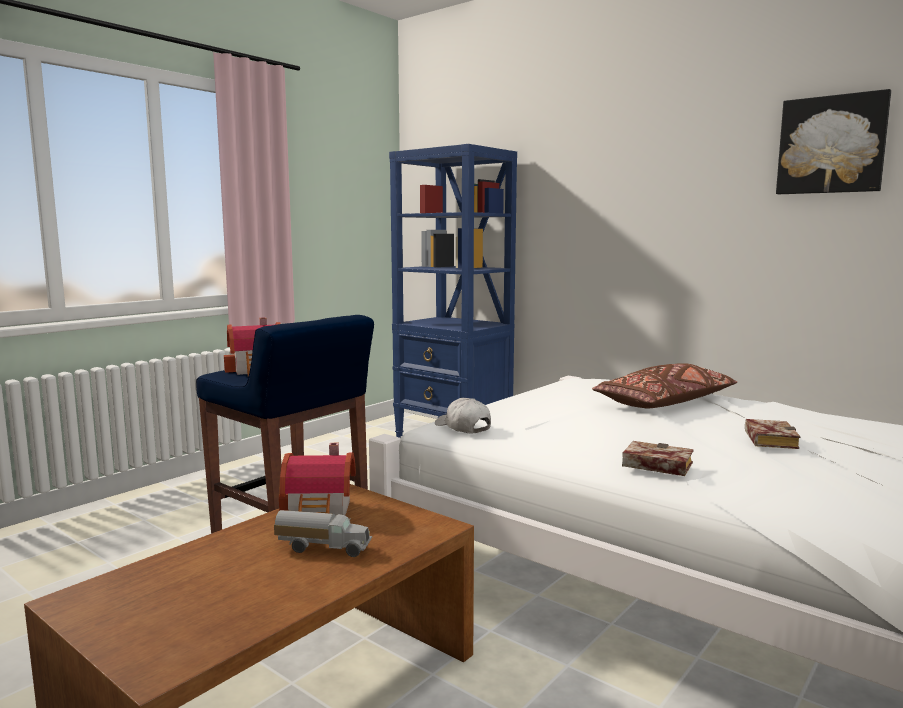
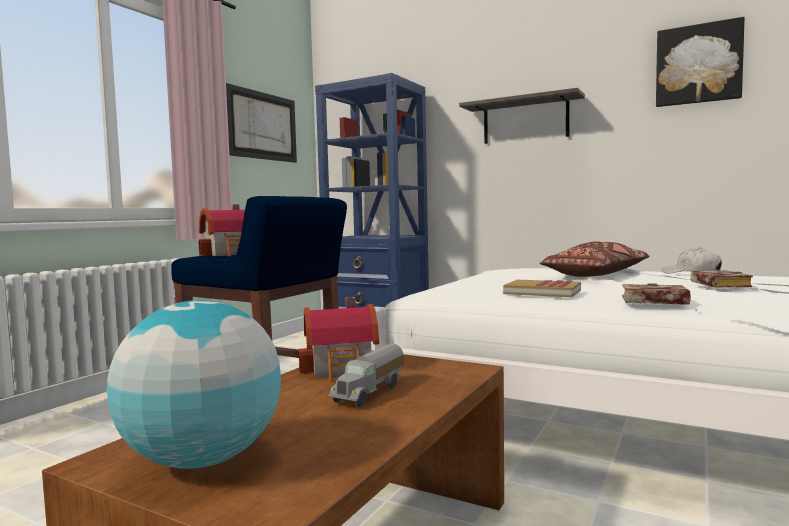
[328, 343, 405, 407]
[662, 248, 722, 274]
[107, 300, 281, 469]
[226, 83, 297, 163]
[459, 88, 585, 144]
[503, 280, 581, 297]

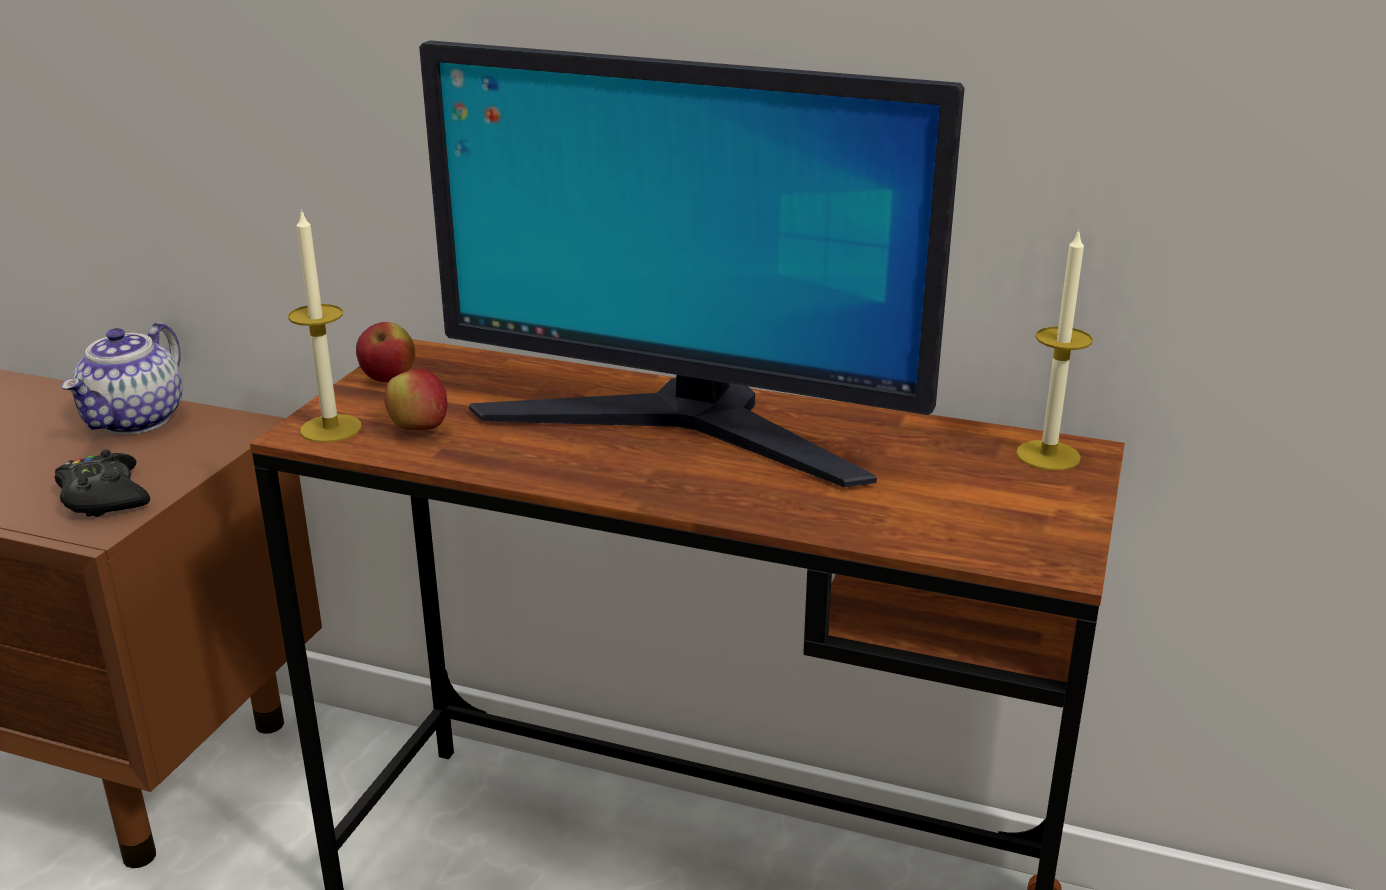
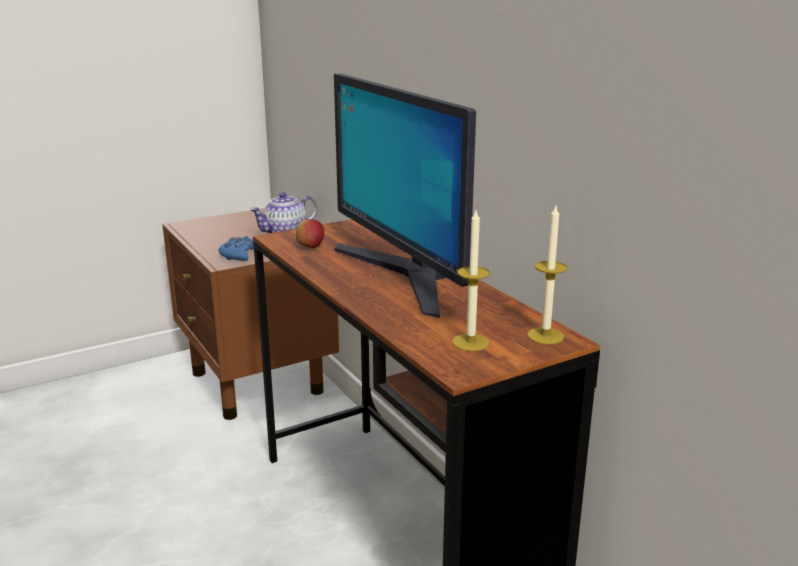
[219, 236, 254, 261]
[452, 211, 490, 351]
[356, 322, 415, 382] (first image)

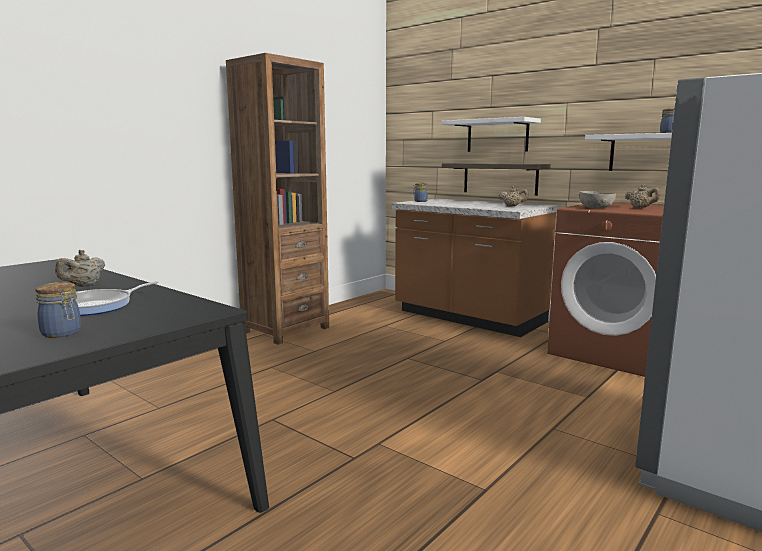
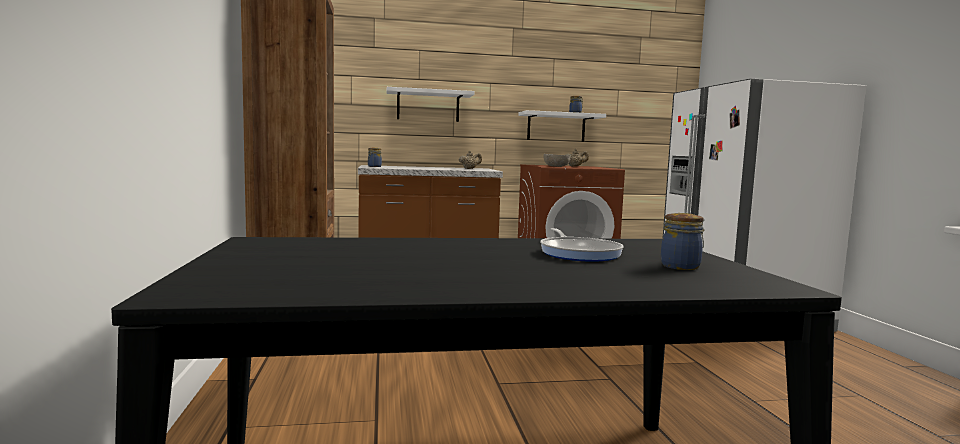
[55, 250, 105, 287] (first image)
[442, 163, 551, 196] (first image)

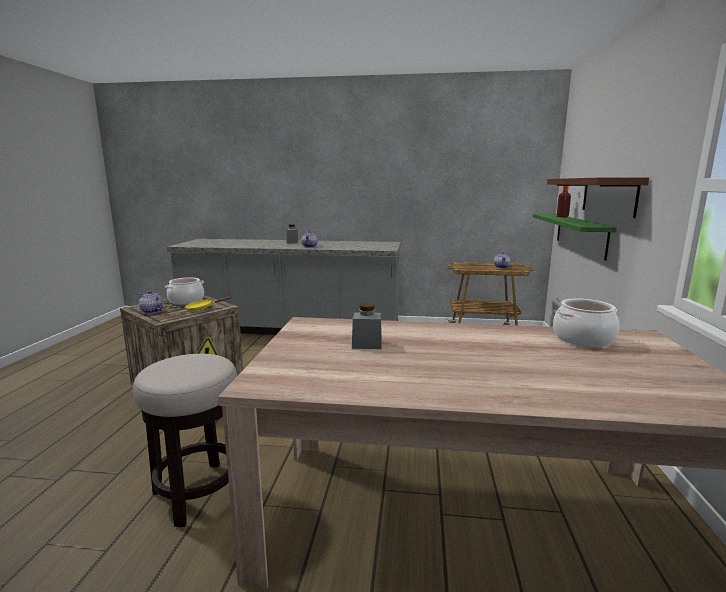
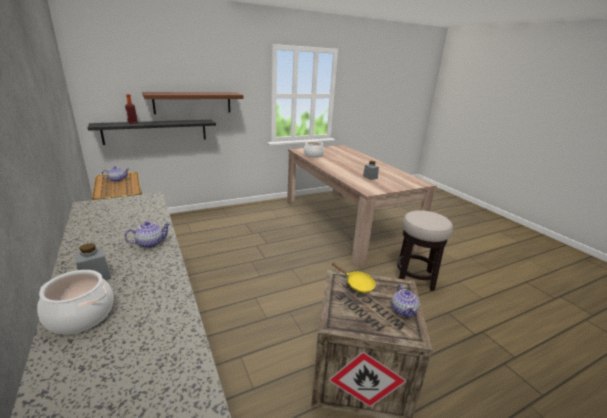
[37, 270, 113, 334]
[88, 120, 216, 145]

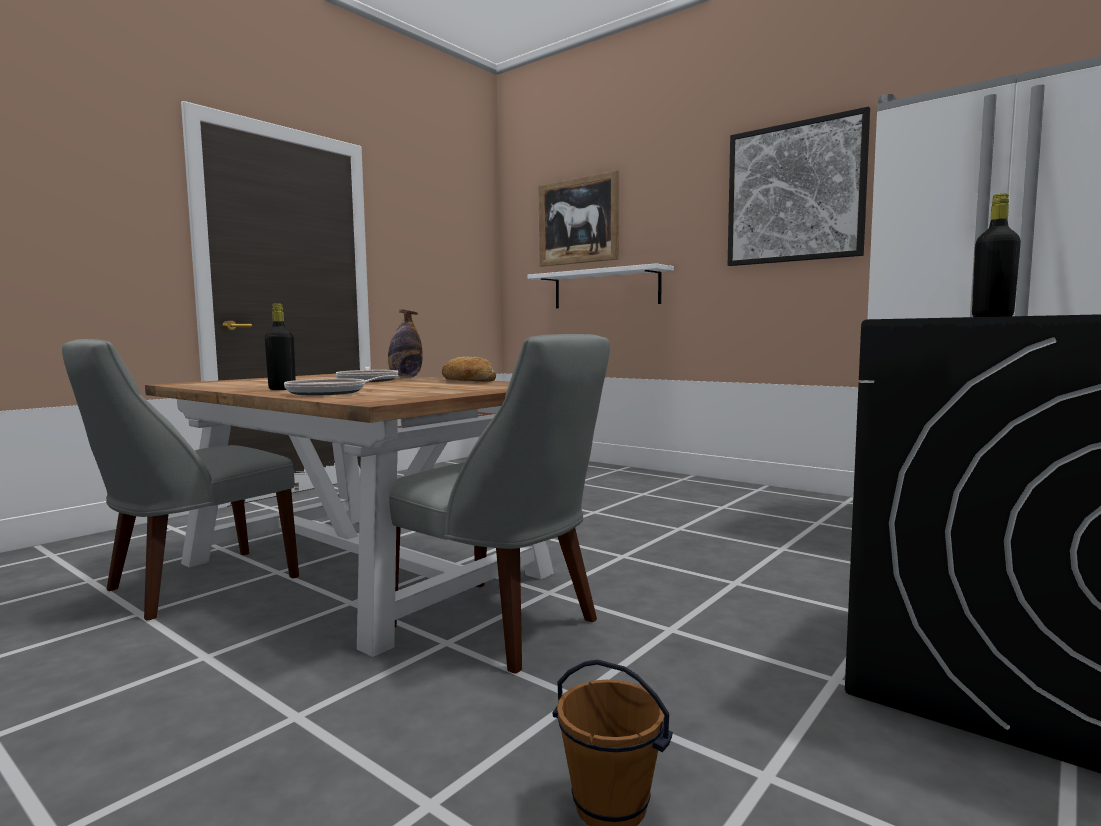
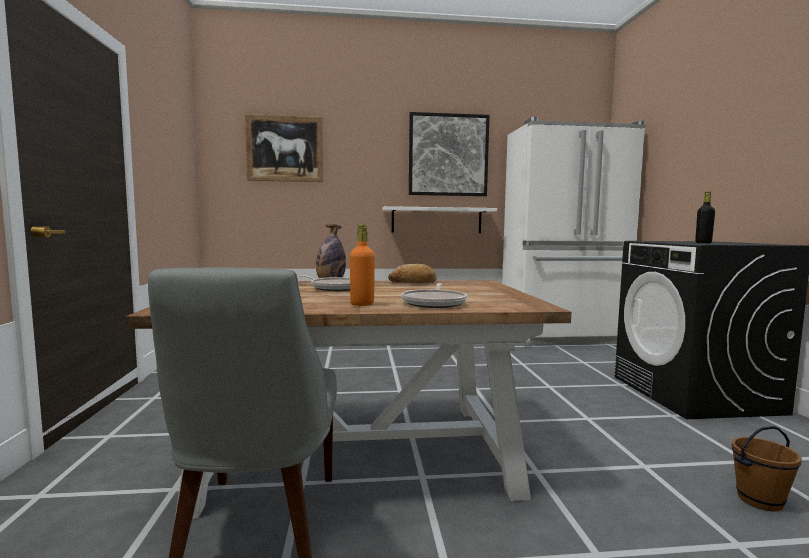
[350, 224, 375, 306]
[389, 334, 610, 674] (first image)
[382, 206, 497, 233]

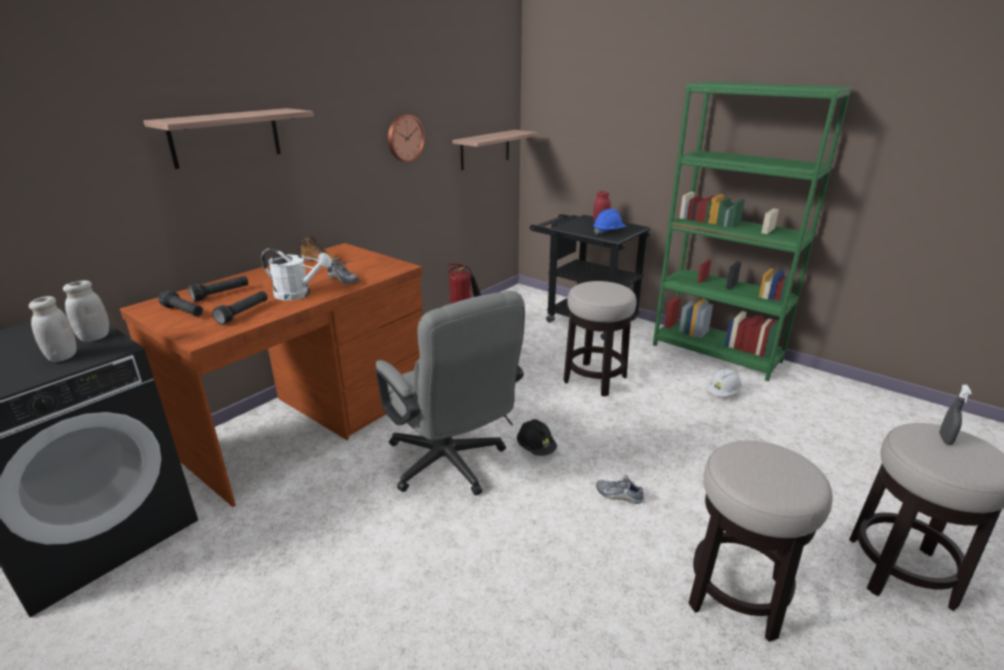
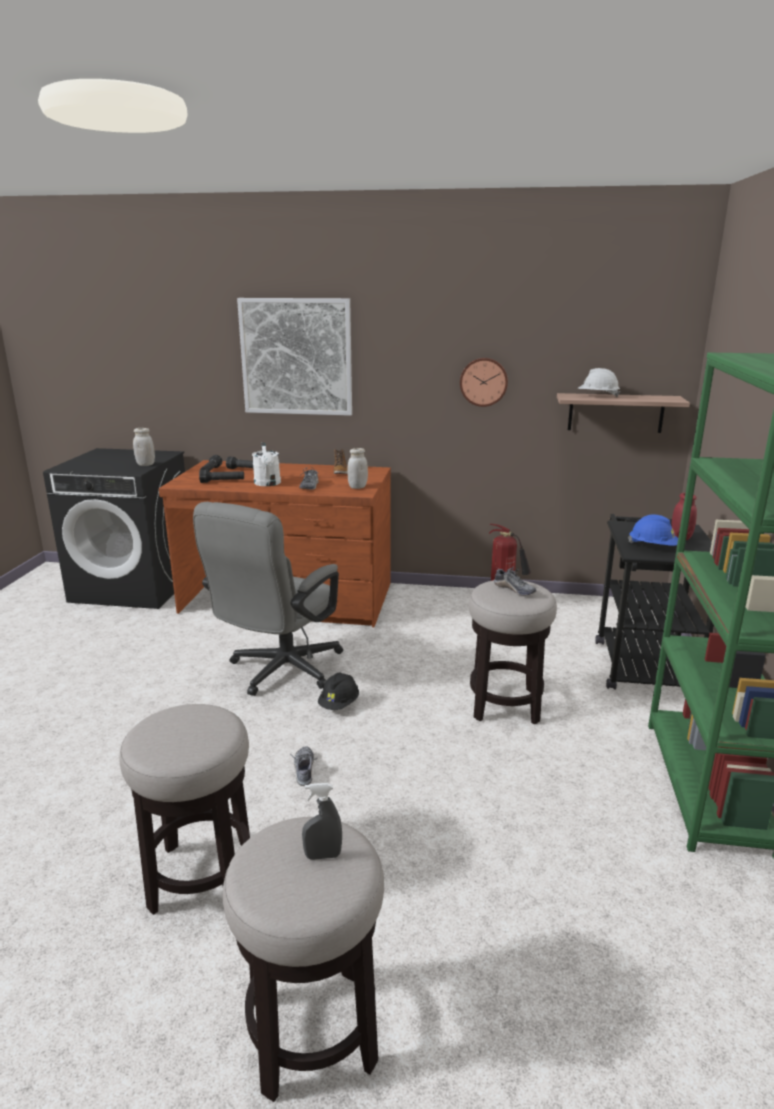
[347, 448, 368, 489]
[237, 298, 352, 416]
[578, 368, 620, 397]
[494, 566, 536, 596]

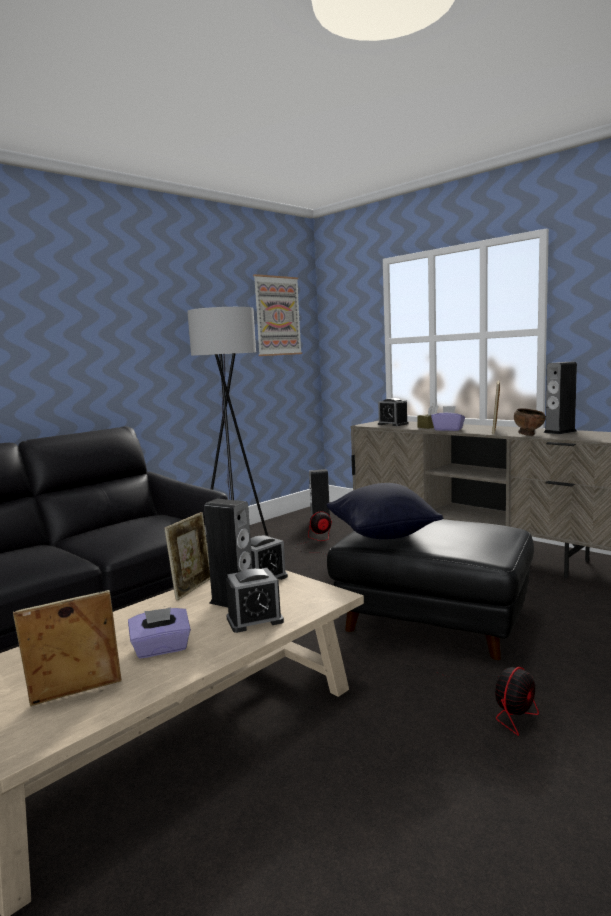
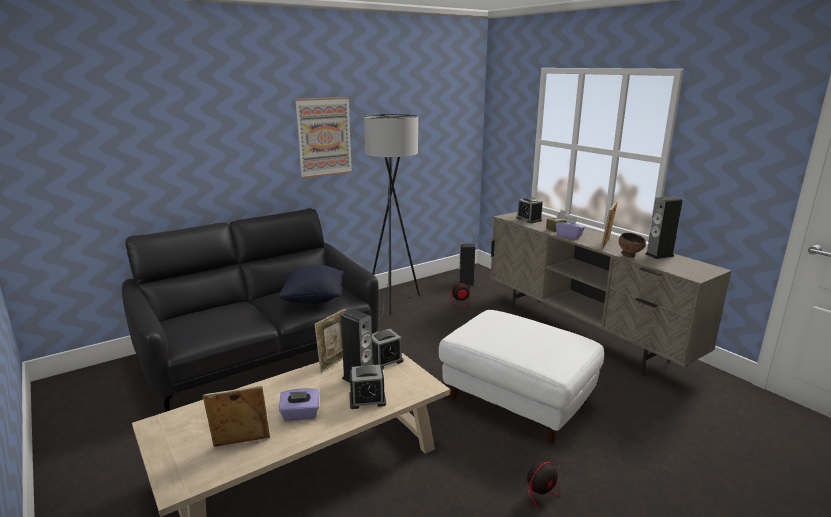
[295, 97, 352, 178]
[278, 265, 343, 304]
[439, 310, 604, 443]

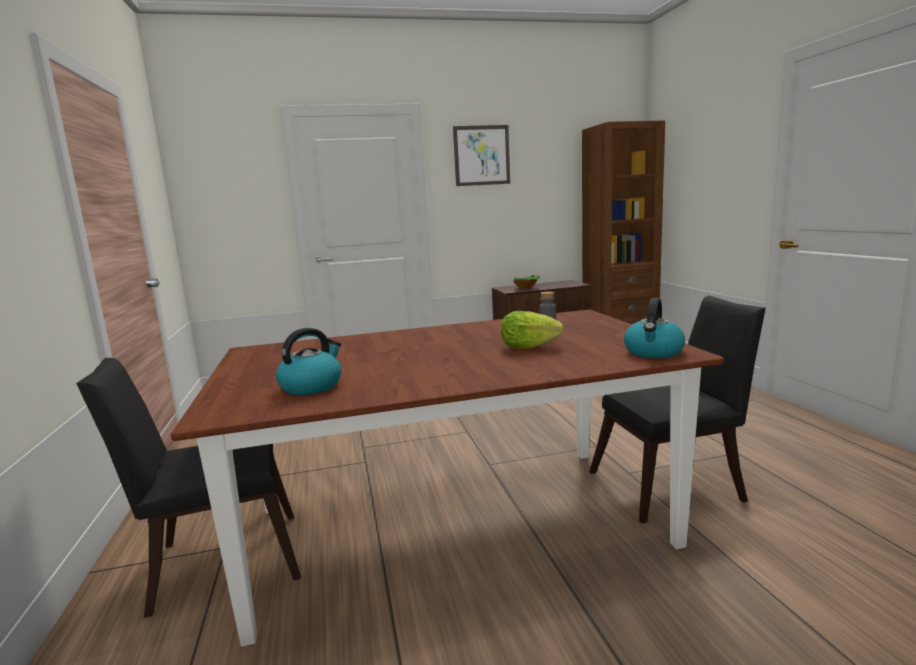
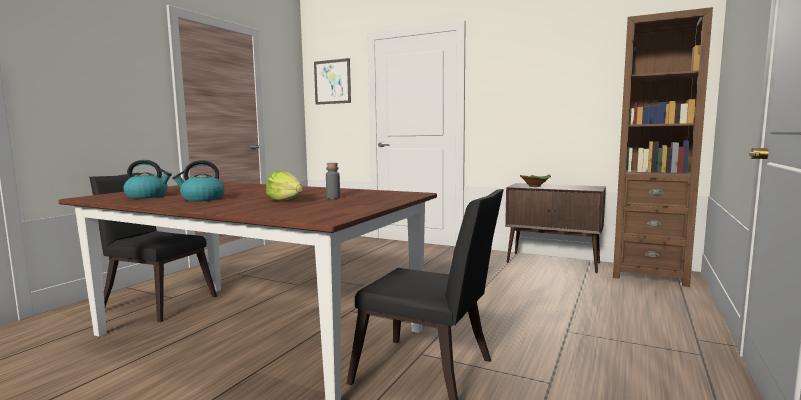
[314, 58, 351, 105]
[172, 160, 225, 201]

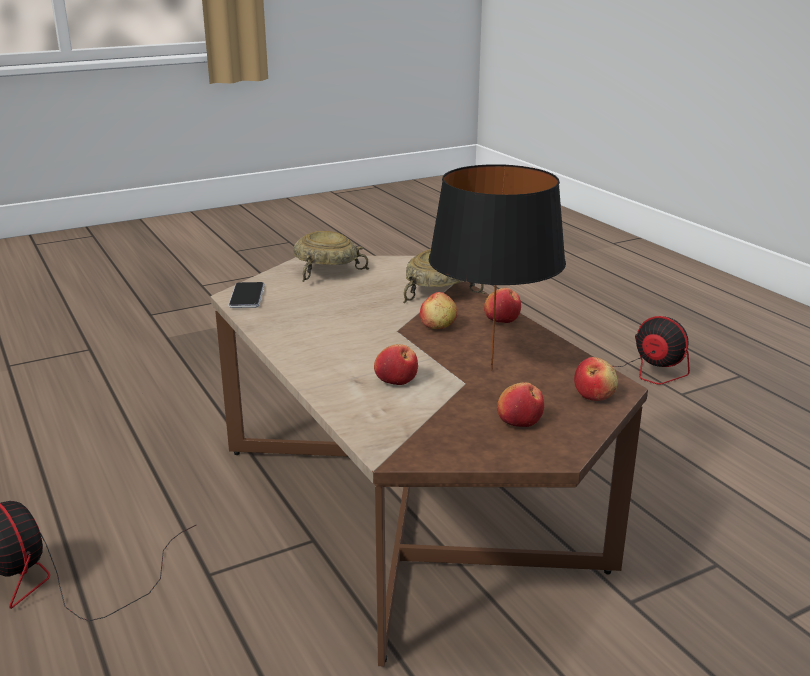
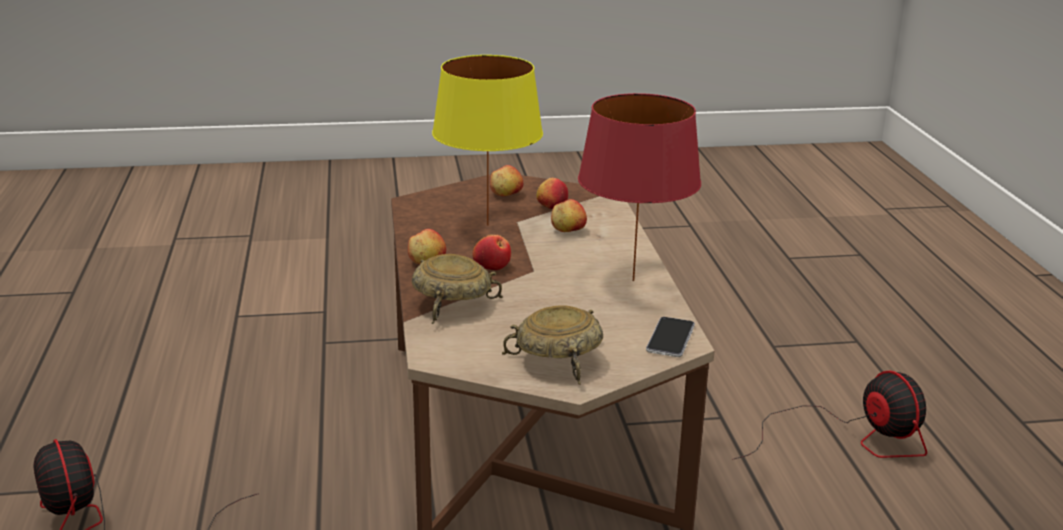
[432, 55, 543, 226]
[536, 178, 568, 209]
[578, 93, 701, 281]

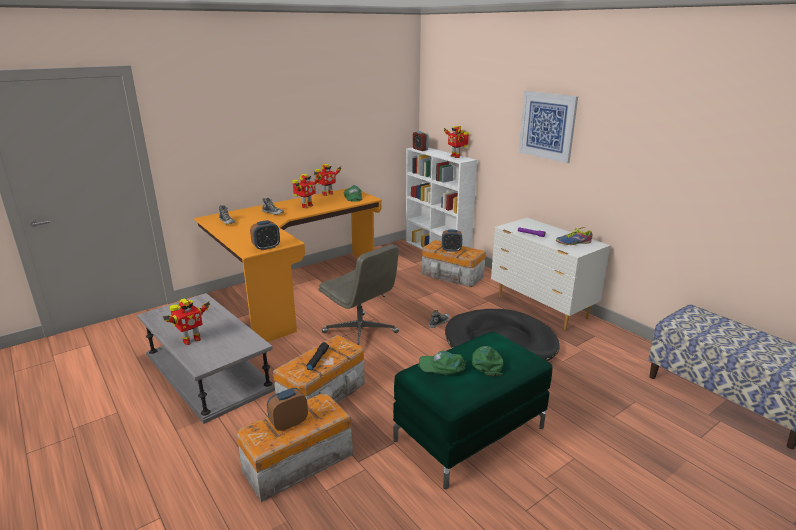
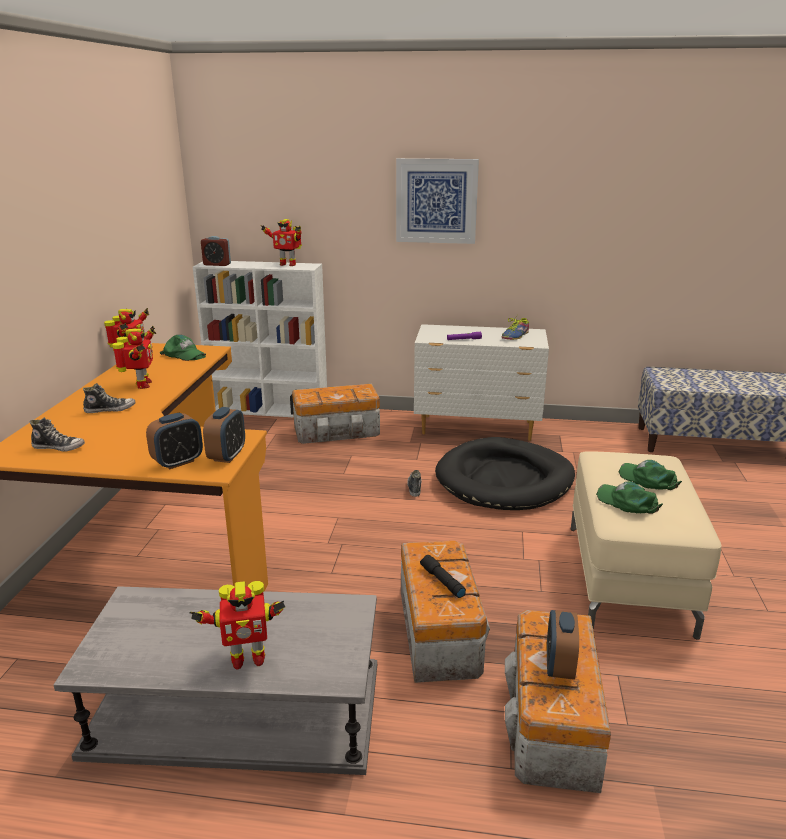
[190, 581, 285, 669]
[319, 244, 399, 345] (first image)
[571, 451, 722, 640]
[596, 481, 663, 514]
[146, 412, 203, 469]

